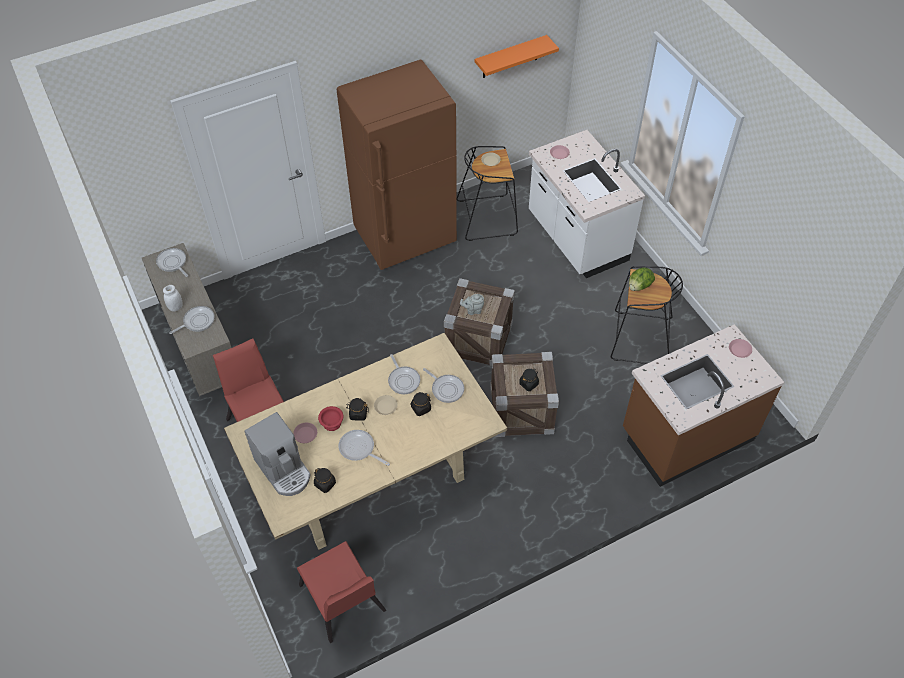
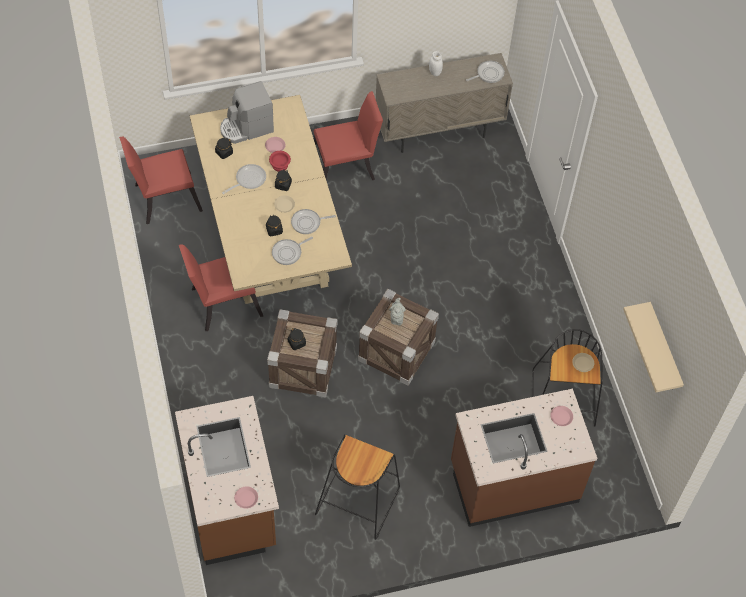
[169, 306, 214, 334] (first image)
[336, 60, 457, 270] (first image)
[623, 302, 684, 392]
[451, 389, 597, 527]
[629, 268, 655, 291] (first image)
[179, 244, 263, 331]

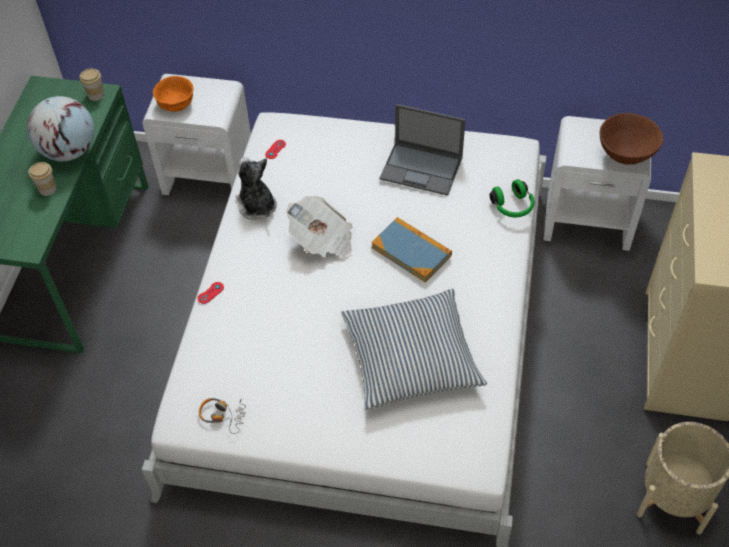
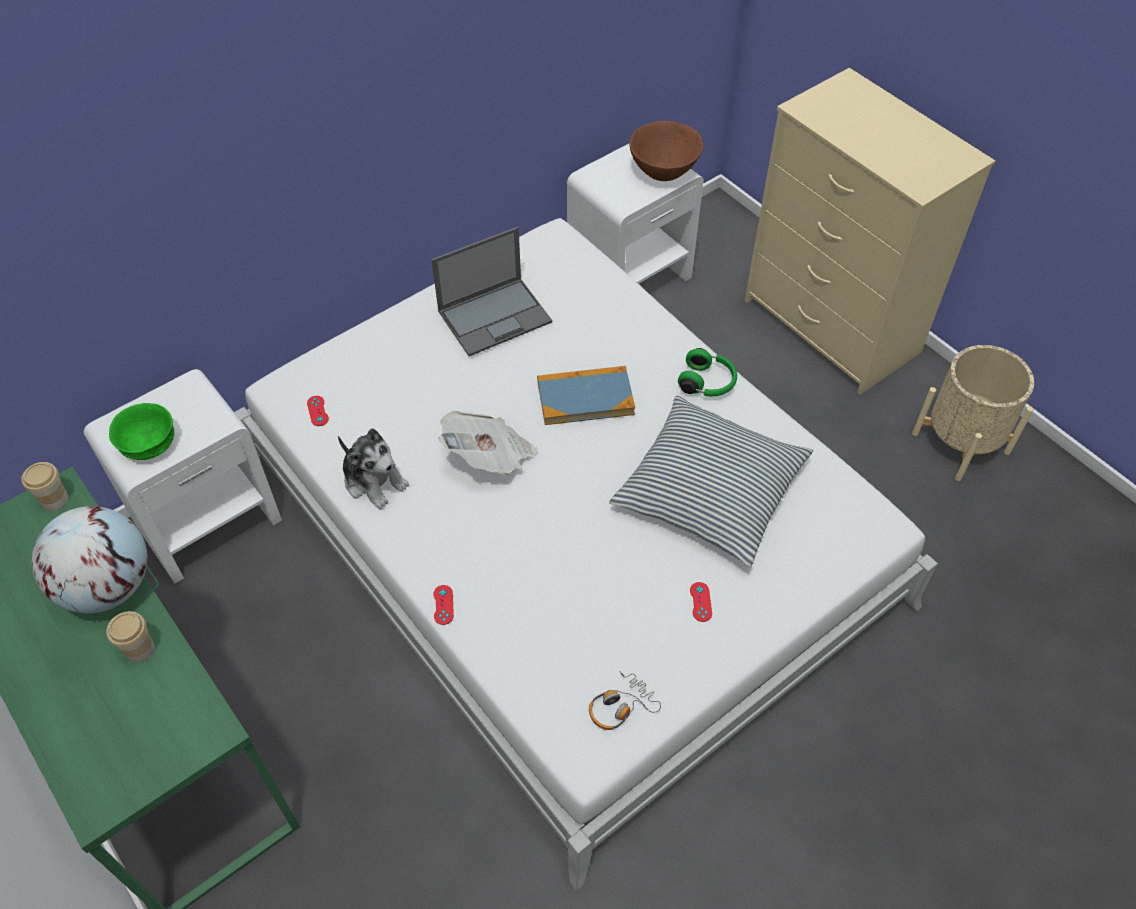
[109, 403, 174, 460]
[338, 428, 409, 509]
[678, 348, 737, 396]
[690, 582, 712, 622]

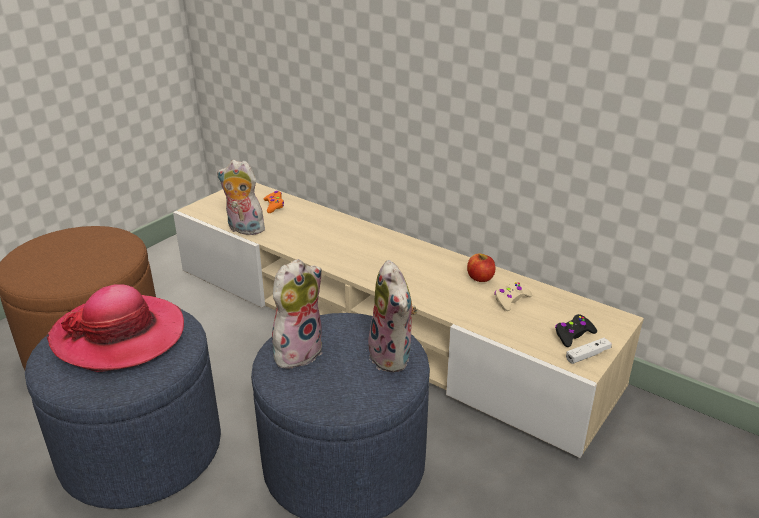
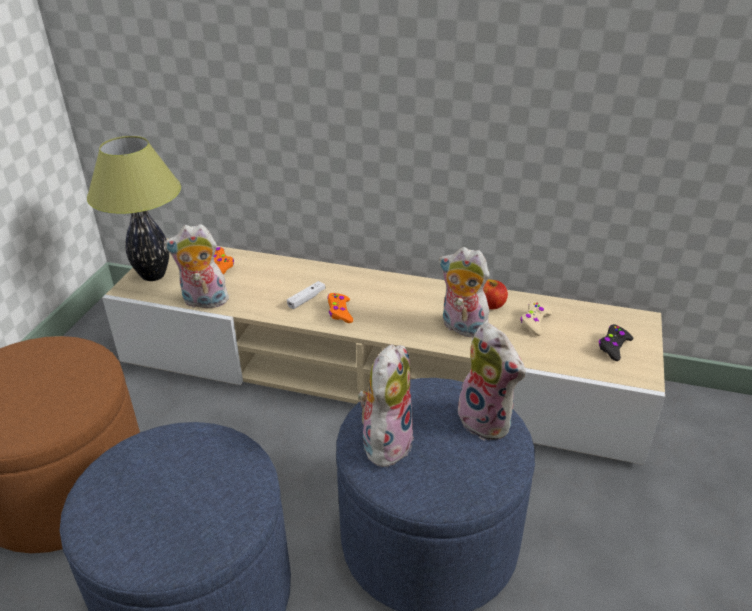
[47, 284, 184, 372] (first image)
[287, 281, 326, 309]
[87, 136, 181, 281]
[328, 293, 353, 323]
[439, 247, 490, 338]

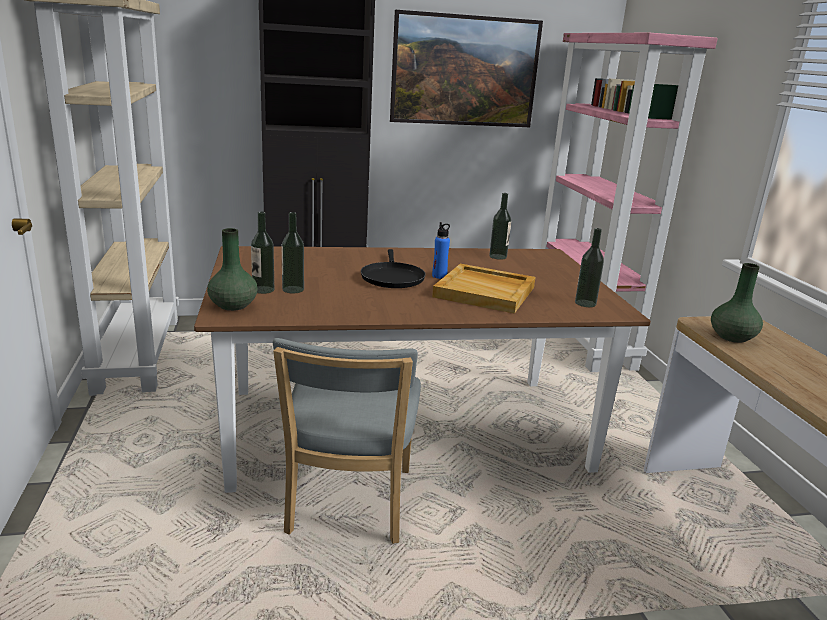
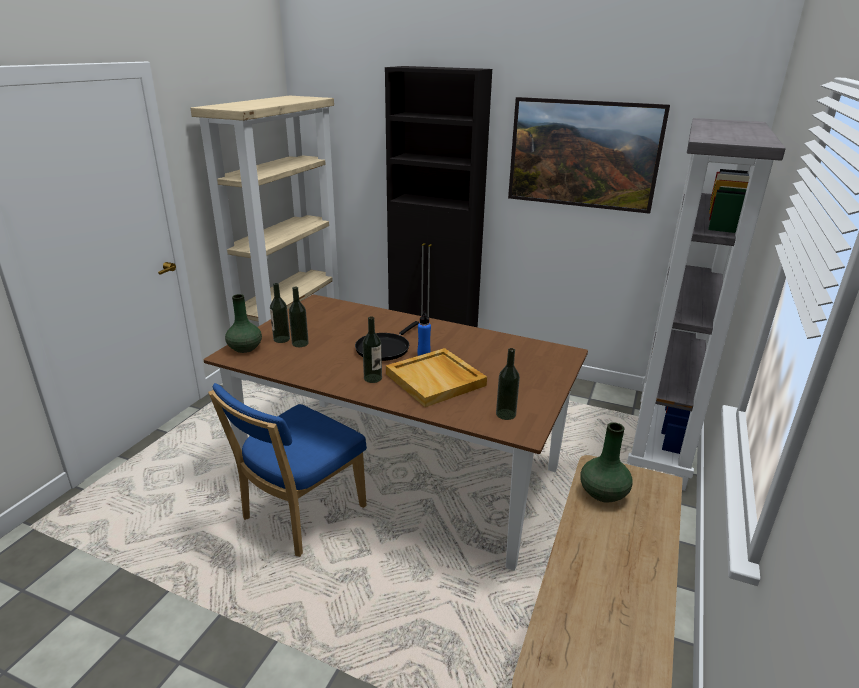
[208, 383, 367, 557]
[362, 316, 382, 383]
[627, 118, 786, 491]

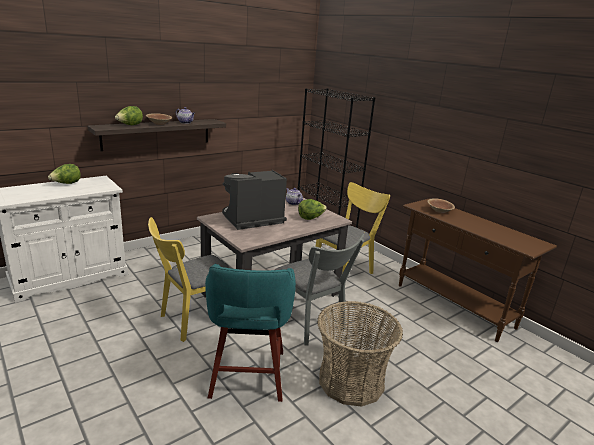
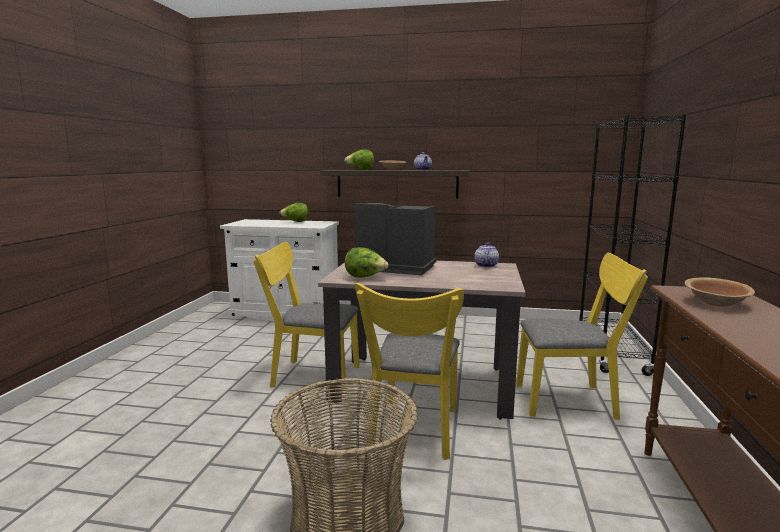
[205, 264, 296, 402] (first image)
[355, 282, 464, 460]
[345, 247, 389, 278]

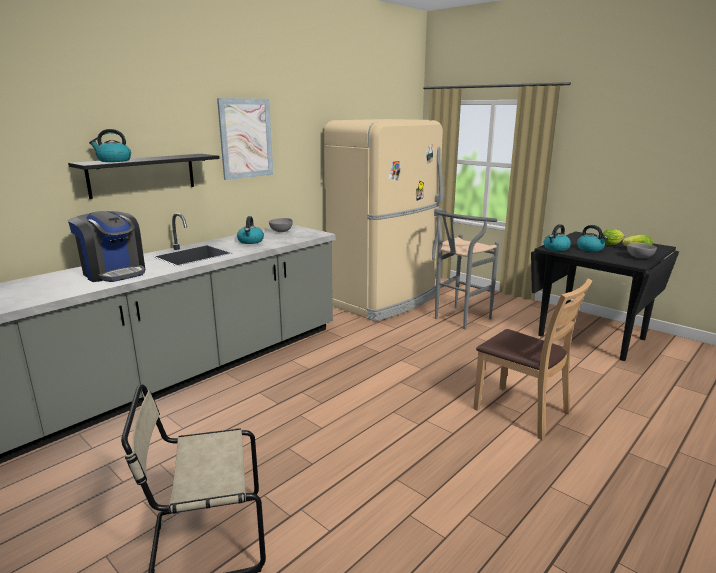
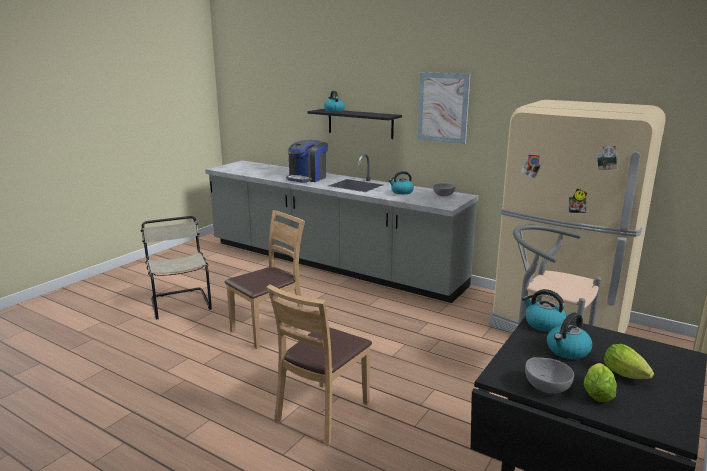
[225, 210, 305, 349]

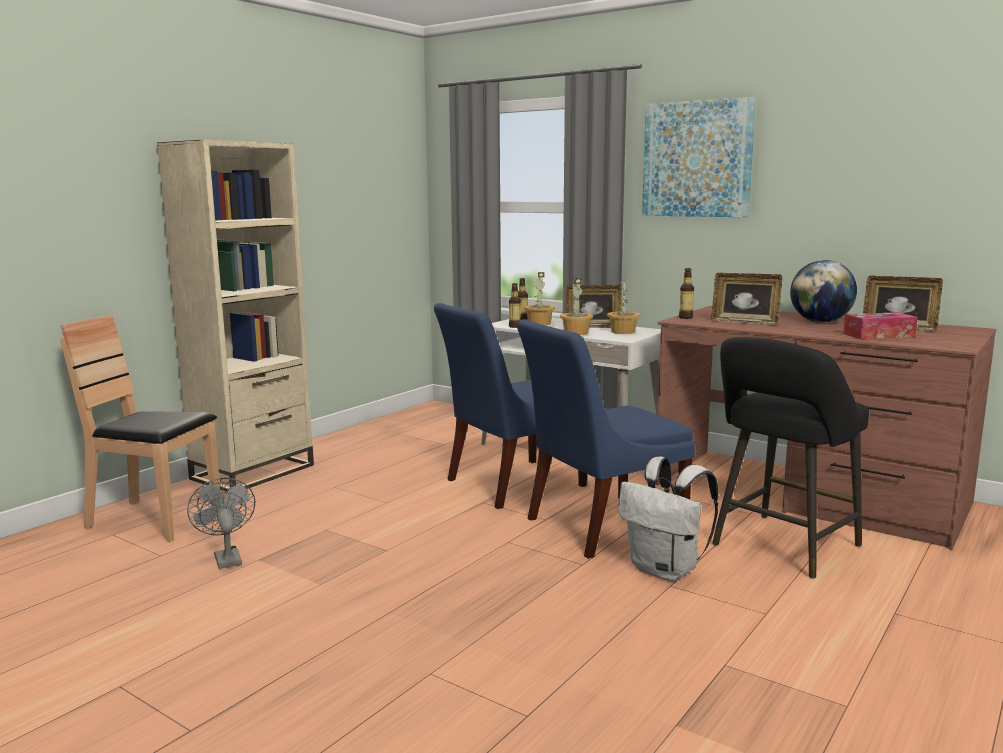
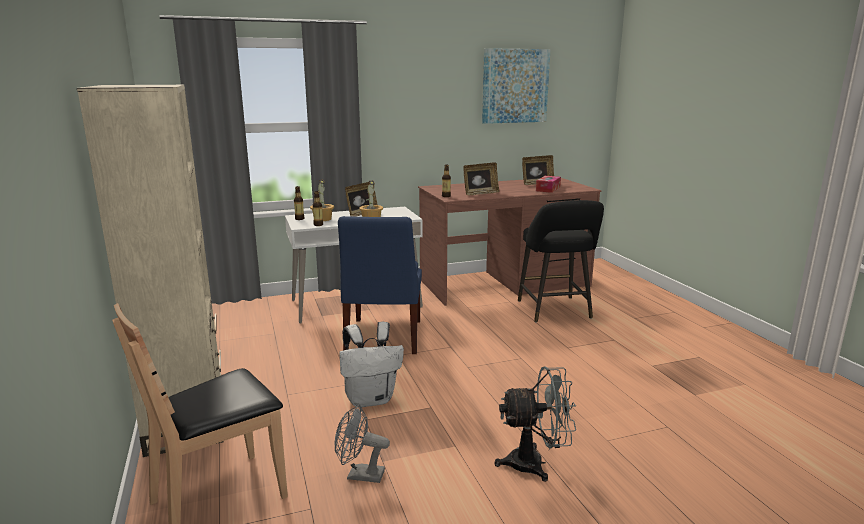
[517, 319, 695, 559] (first image)
[607, 278, 640, 334] (first image)
[339, 322, 404, 408]
[482, 48, 551, 124]
[790, 260, 857, 323] (first image)
[494, 366, 576, 482]

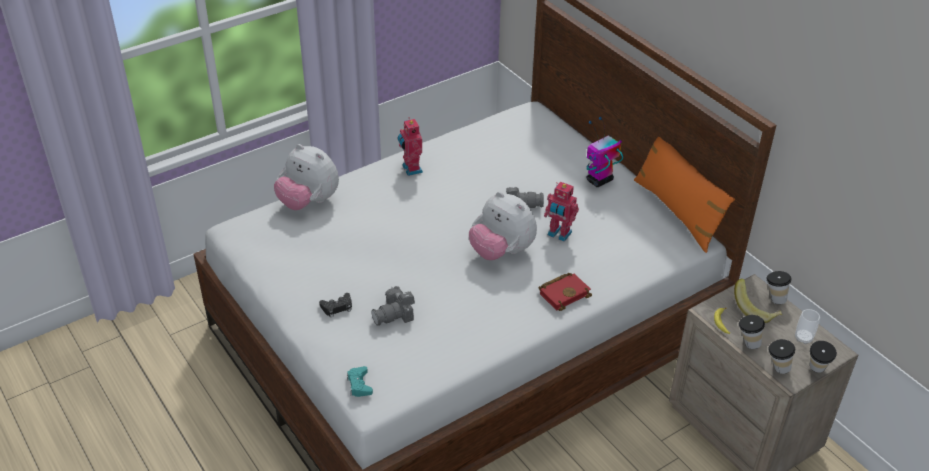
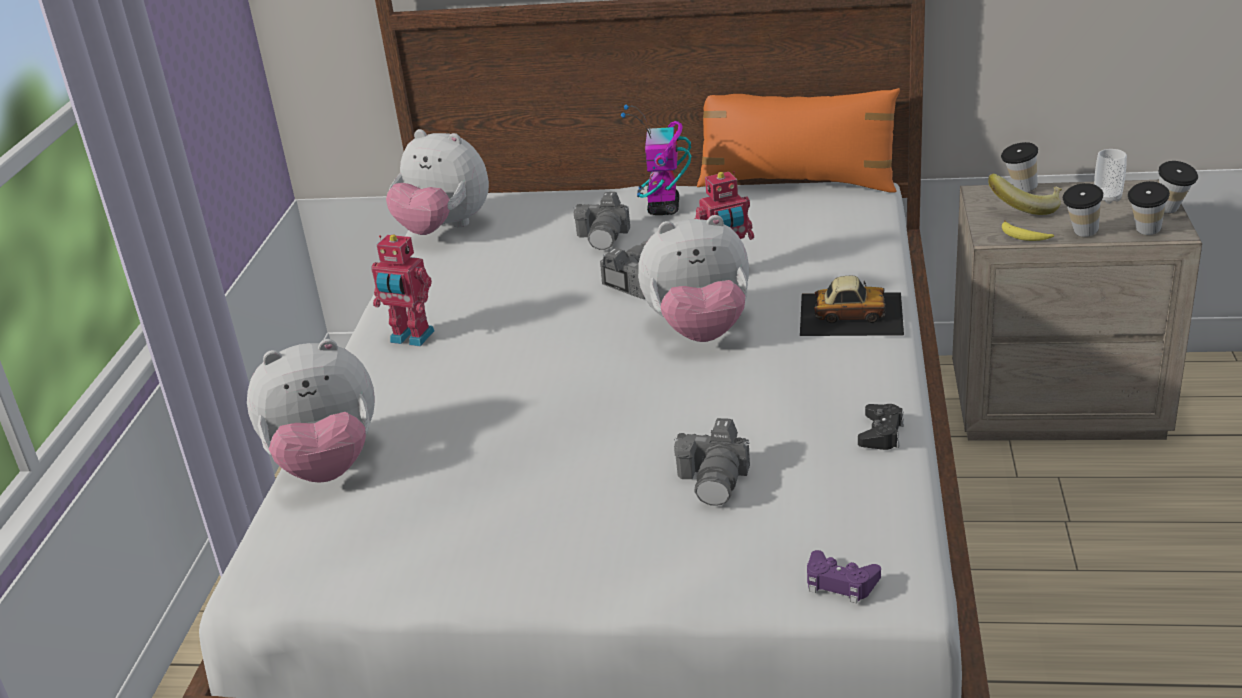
[858, 404, 904, 450]
[807, 550, 881, 604]
[800, 275, 904, 336]
[386, 129, 489, 235]
[574, 192, 630, 250]

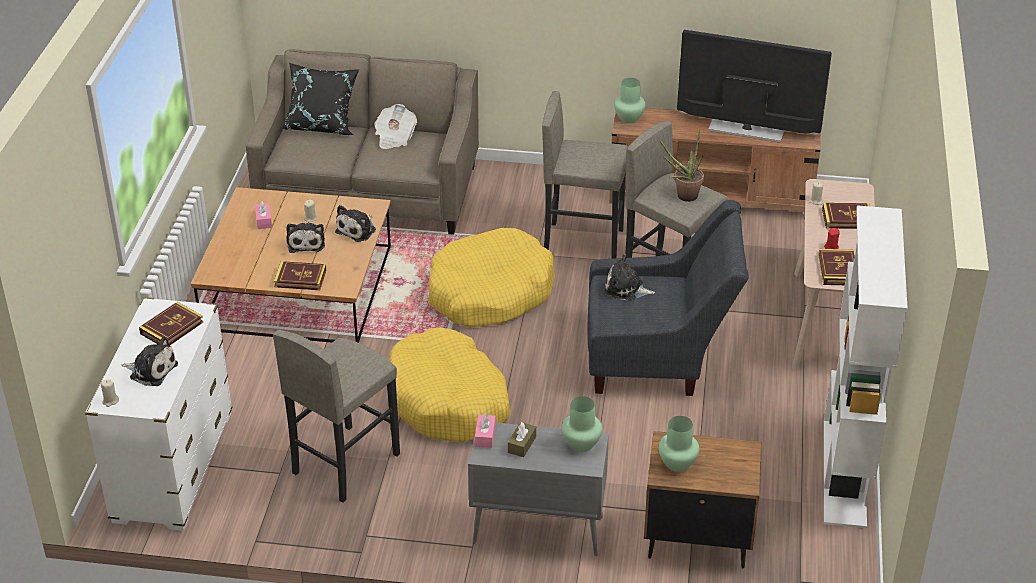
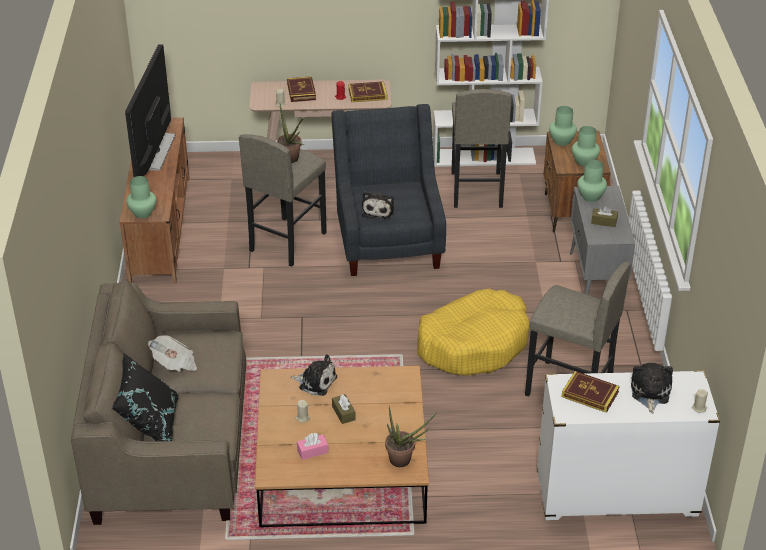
[274, 261, 326, 290] (first image)
[332, 394, 356, 424]
[429, 228, 555, 327] (first image)
[475, 413, 496, 448] (first image)
[452, 89, 512, 208]
[385, 406, 437, 467]
[549, 106, 577, 146]

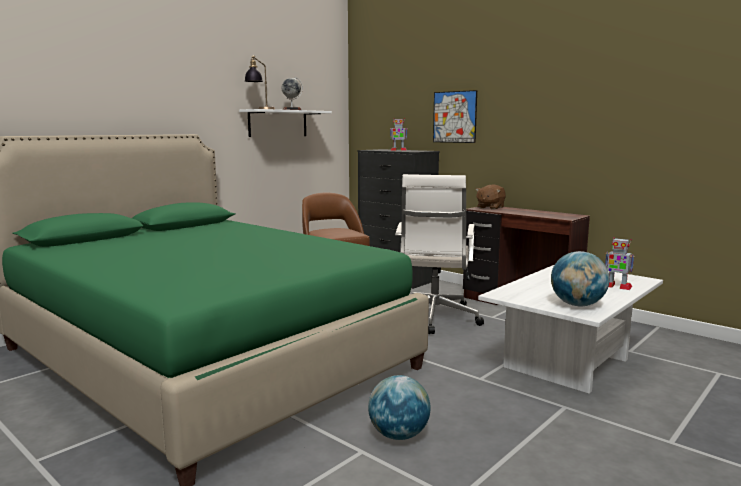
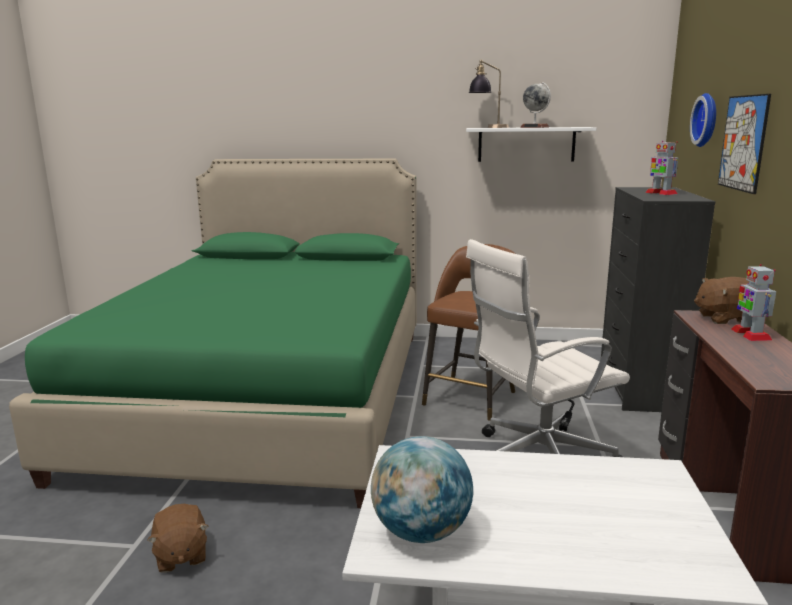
[147, 504, 208, 573]
[731, 264, 776, 341]
[690, 93, 716, 147]

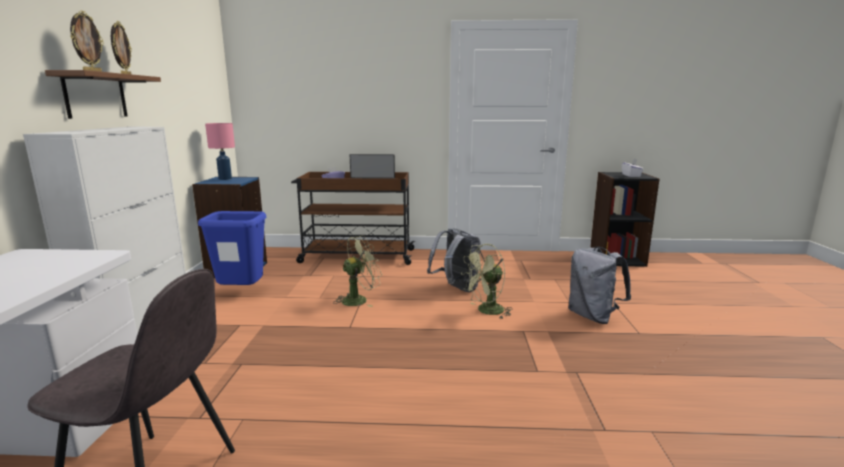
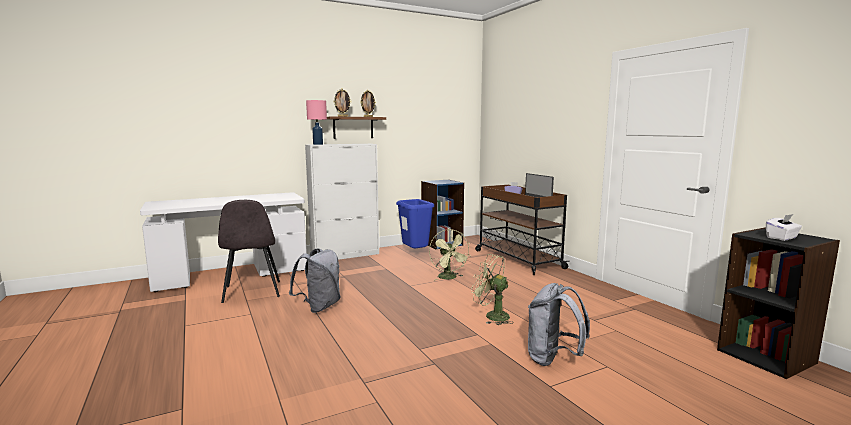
[306, 100, 327, 145]
[429, 229, 469, 280]
[289, 248, 340, 313]

